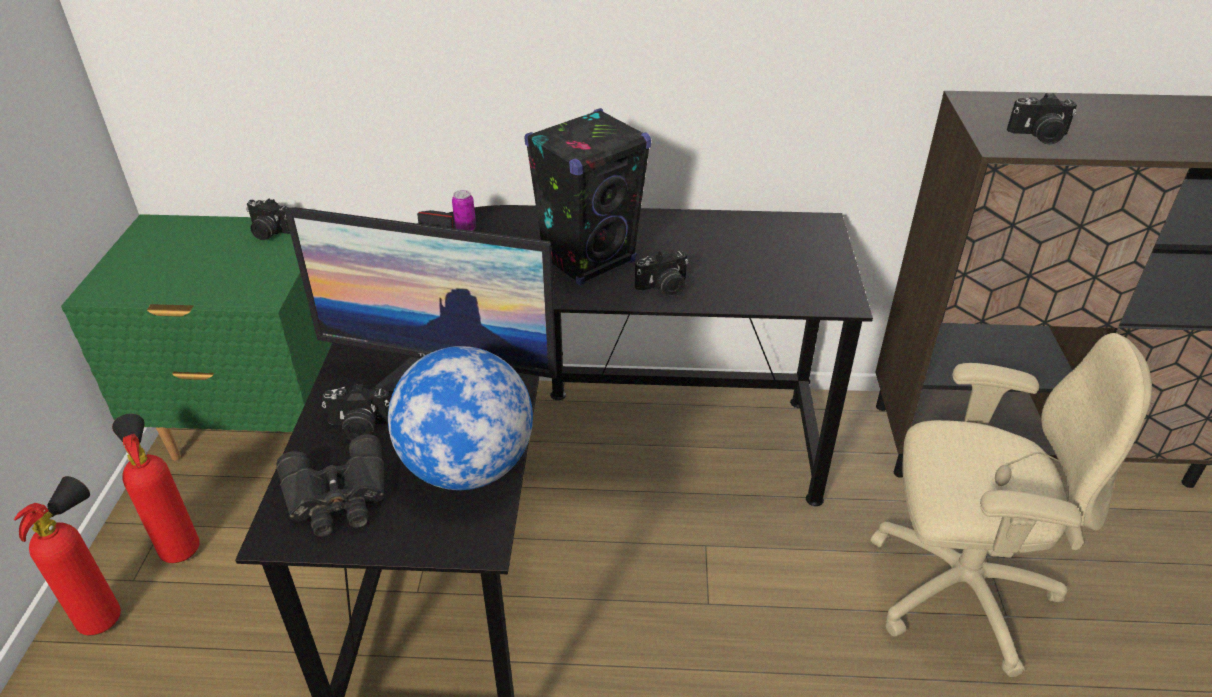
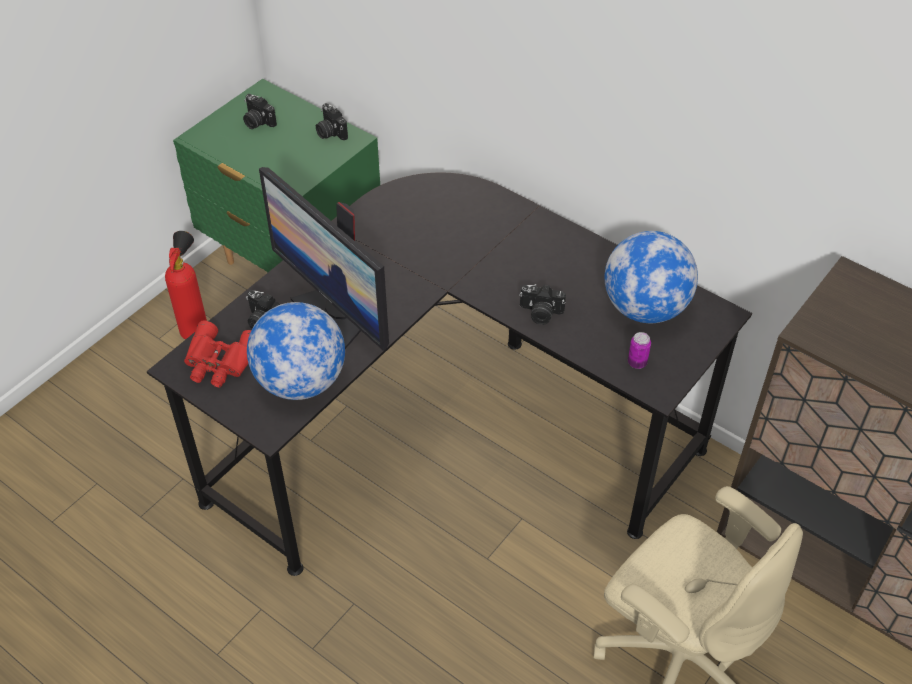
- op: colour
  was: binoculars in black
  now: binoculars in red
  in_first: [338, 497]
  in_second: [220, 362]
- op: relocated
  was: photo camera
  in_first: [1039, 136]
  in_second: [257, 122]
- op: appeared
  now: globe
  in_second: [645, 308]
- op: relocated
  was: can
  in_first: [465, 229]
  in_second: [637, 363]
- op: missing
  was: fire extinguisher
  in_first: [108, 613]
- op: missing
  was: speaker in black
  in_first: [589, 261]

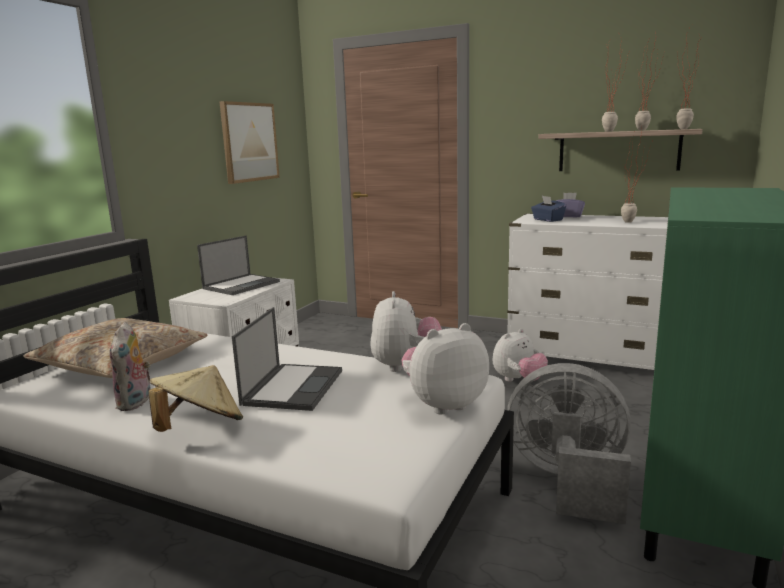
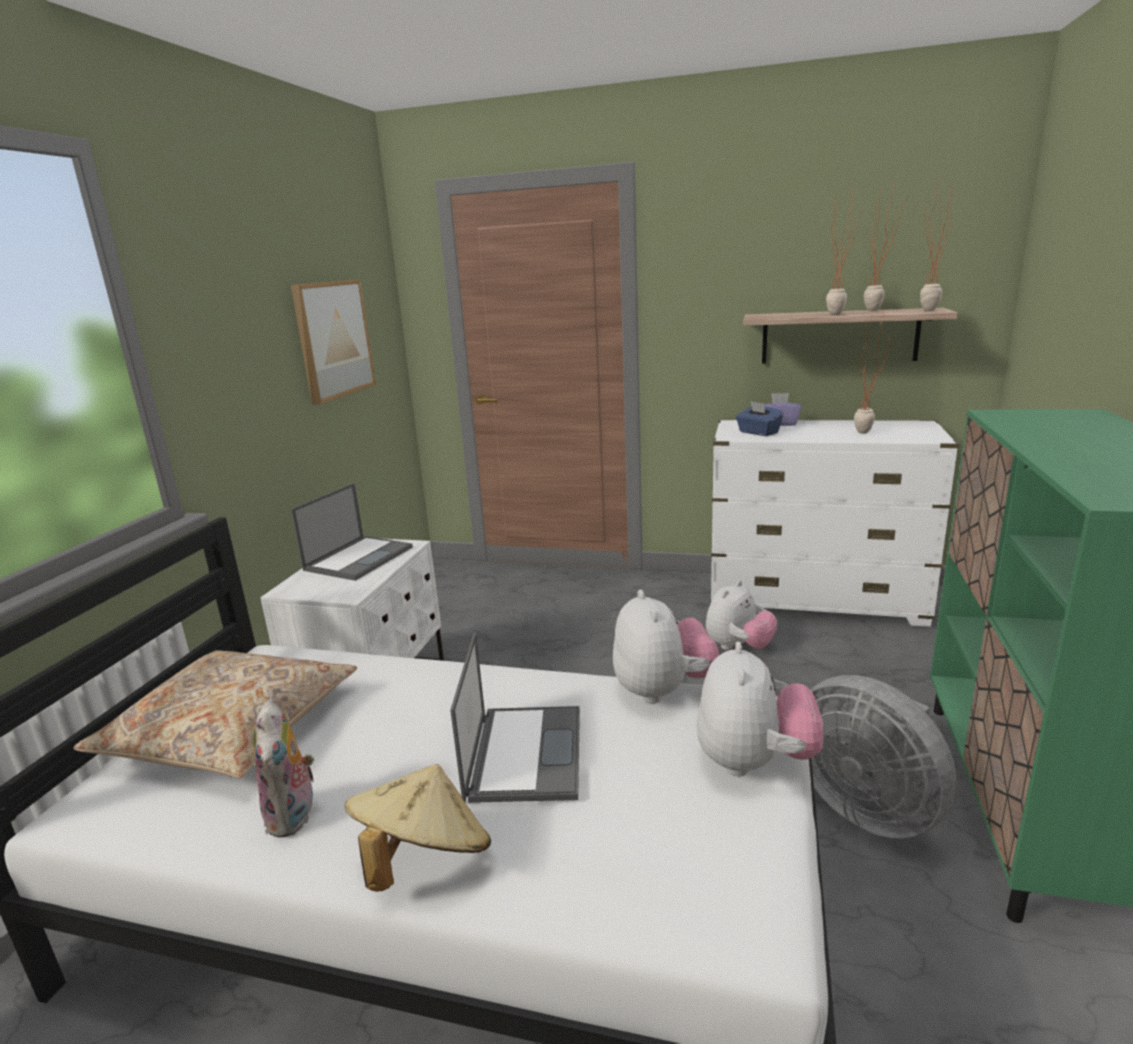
- op: spun
  was: plush toy
  in_first: [443, 404]
  in_second: [754, 762]
  clockwise: 135
- op: spun
  was: fan in grey
  in_first: [568, 481]
  in_second: [866, 806]
  clockwise: -135

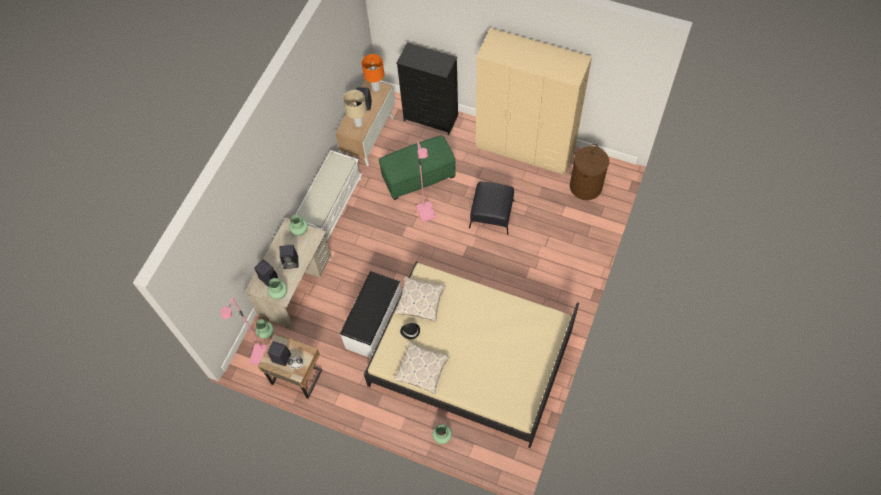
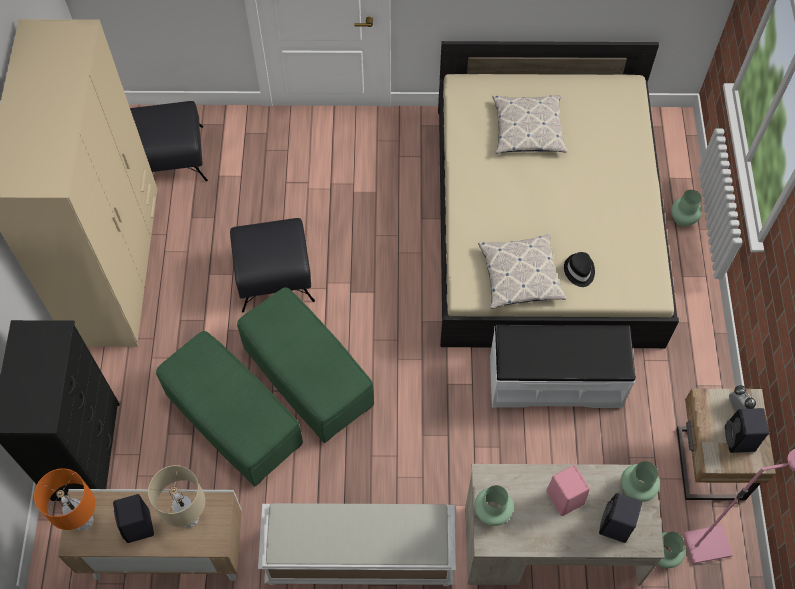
- op: exchanged
  was: laundry basket in brown
  now: ottoman in black
  in_first: [586, 186]
  in_second: [171, 157]
- op: exchanged
  was: floor lamp in pink
  now: ottoman in green
  in_first: [426, 212]
  in_second: [308, 379]
- op: relocated
  was: pillow
  in_first: [422, 369]
  in_second: [527, 129]
- op: colour
  was: speaker in black
  now: speaker in pink
  in_first: [291, 262]
  in_second: [563, 497]

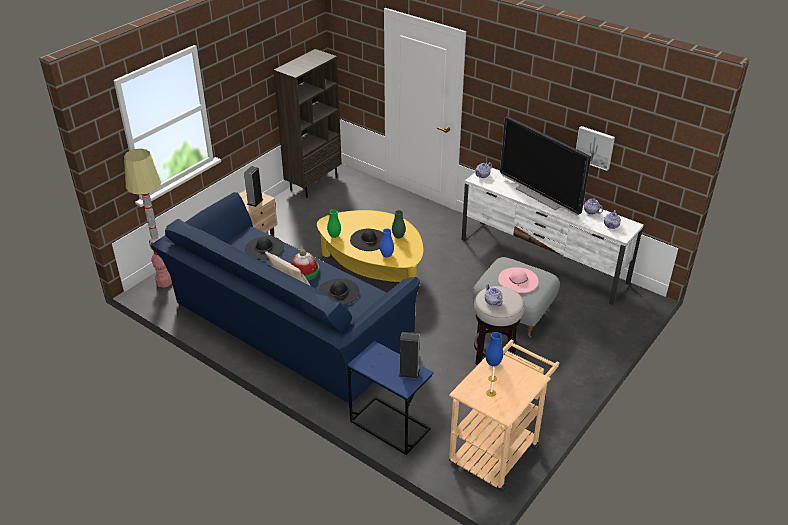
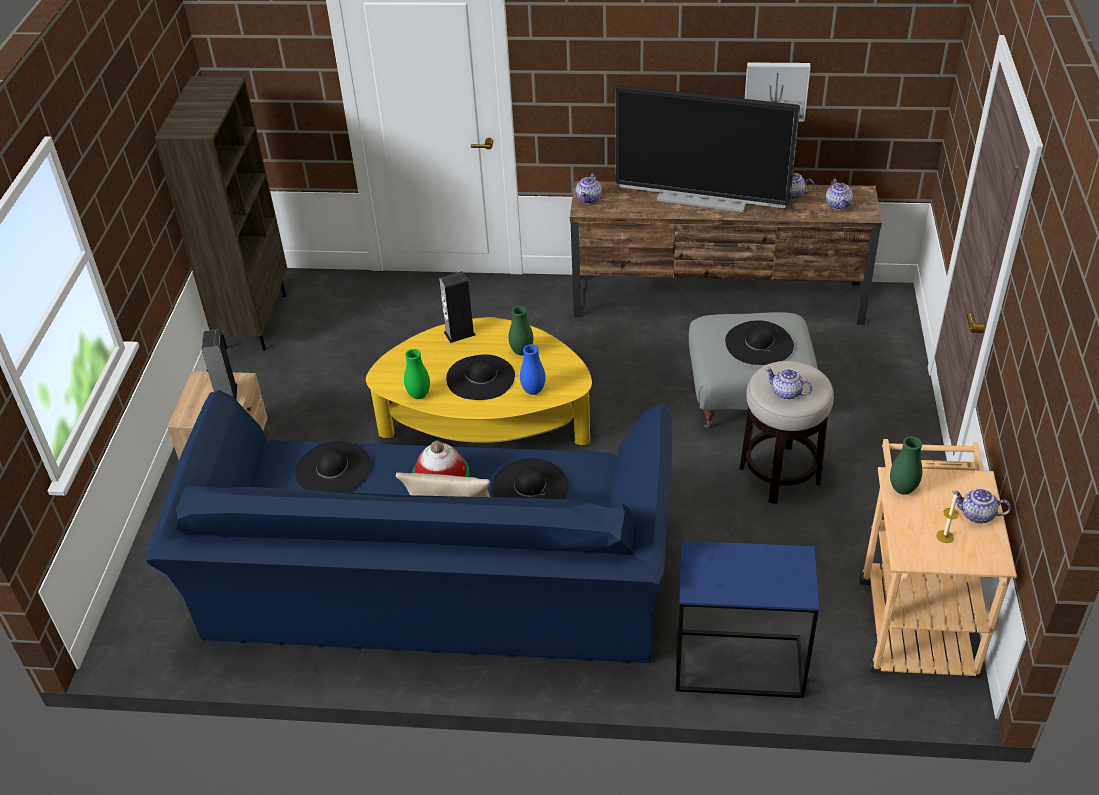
- op: relocated
  was: speaker
  in_first: [409, 373]
  in_second: [459, 333]
- op: colour
  was: tv stand in white
  now: tv stand in brown
  in_first: [543, 262]
  in_second: [718, 302]
- op: colour
  was: hat in pink
  now: hat in black
  in_first: [518, 280]
  in_second: [759, 343]
- op: colour
  was: vase in blue
  now: vase in green
  in_first: [493, 363]
  in_second: [902, 489]
- op: appeared
  now: teapot
  in_second: [977, 515]
- op: missing
  was: floor lamp
  in_first: [164, 282]

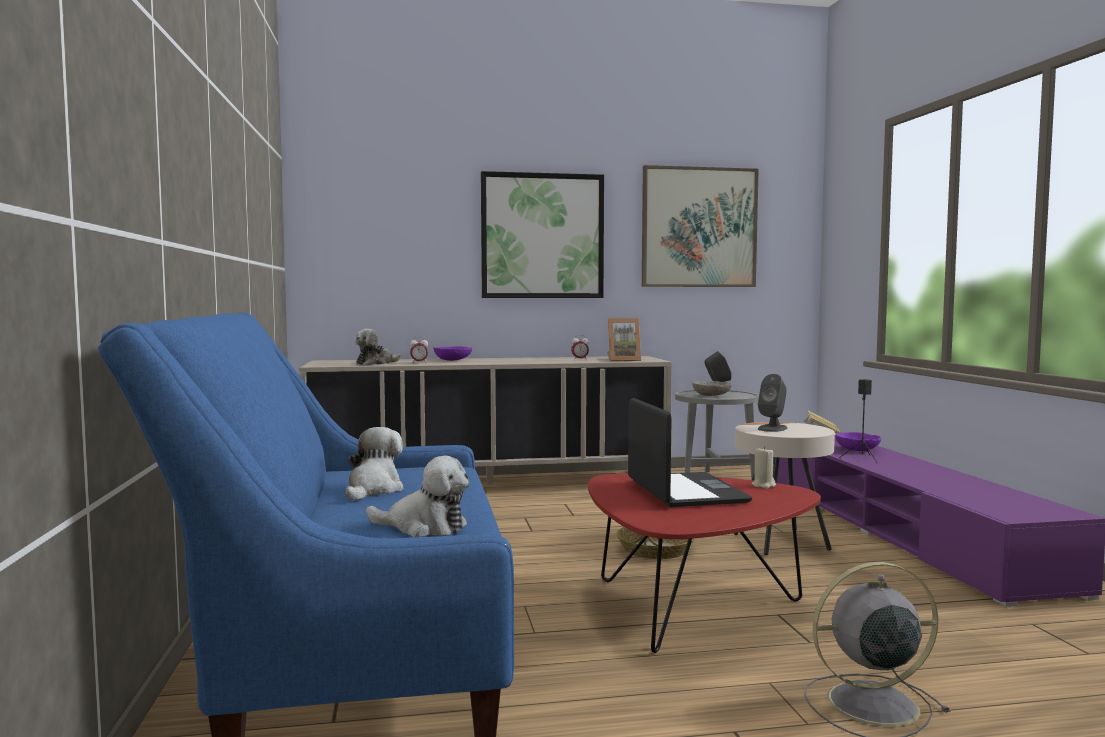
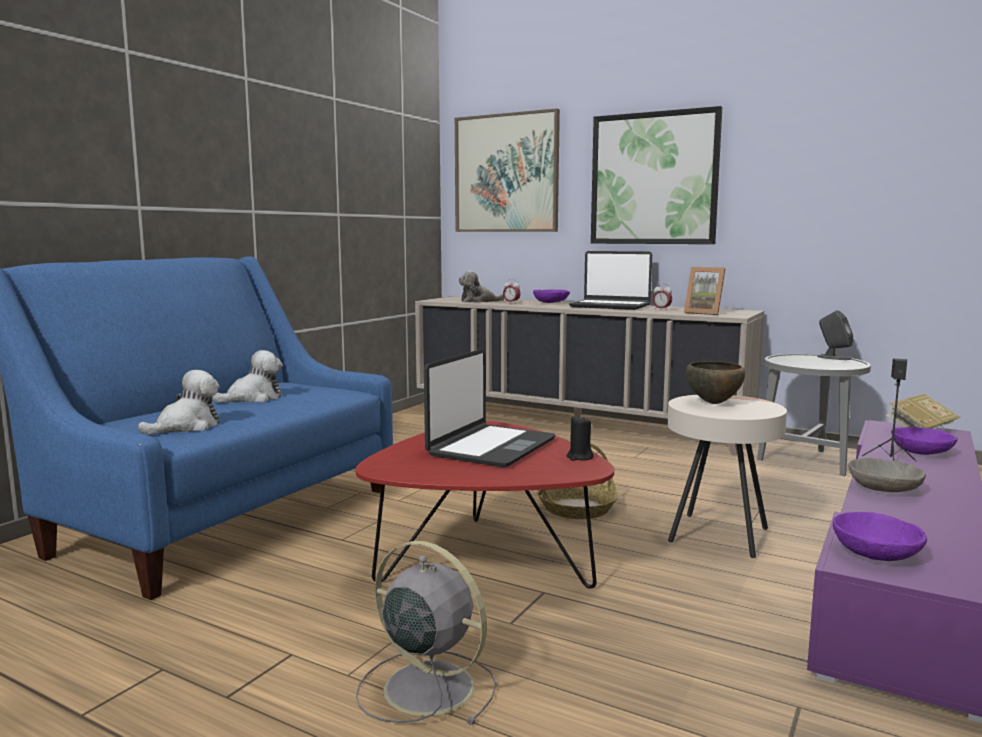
- op: spun
  was: plush toy
  in_first: [424, 527]
  in_second: [186, 427]
  clockwise: -105
- op: relocated
  was: picture
  in_first: [699, 227]
  in_second: [506, 173]
- op: colour
  was: candle in beige
  now: candle in black
  in_first: [763, 485]
  in_second: [579, 457]
- op: appeared
  now: laptop
  in_second: [610, 306]
- op: exchanged
  was: speaker in grey
  now: bowl in brown
  in_first: [772, 428]
  in_second: [714, 403]
- op: appeared
  now: bowl in purple
  in_second: [876, 554]
- op: relocated
  was: bowl in grey
  in_first: [711, 395]
  in_second: [883, 489]

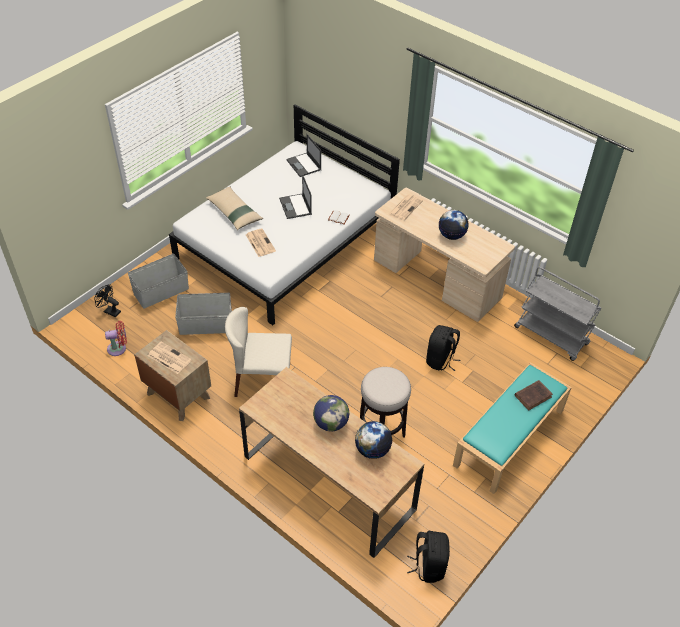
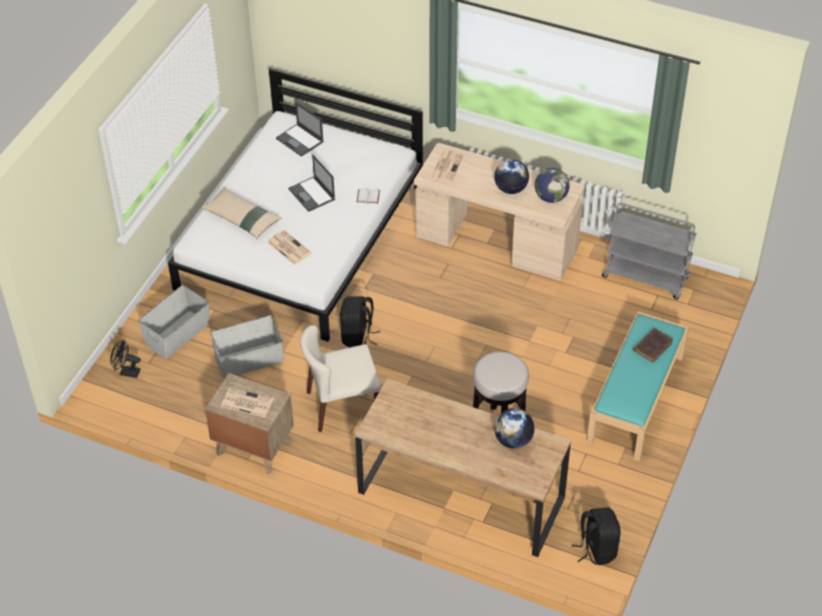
- op: relocated
  was: backpack in black
  in_first: [440, 360]
  in_second: [358, 337]
- op: relocated
  was: globe
  in_first: [331, 423]
  in_second: [551, 197]
- op: missing
  was: fan in red
  in_first: [119, 348]

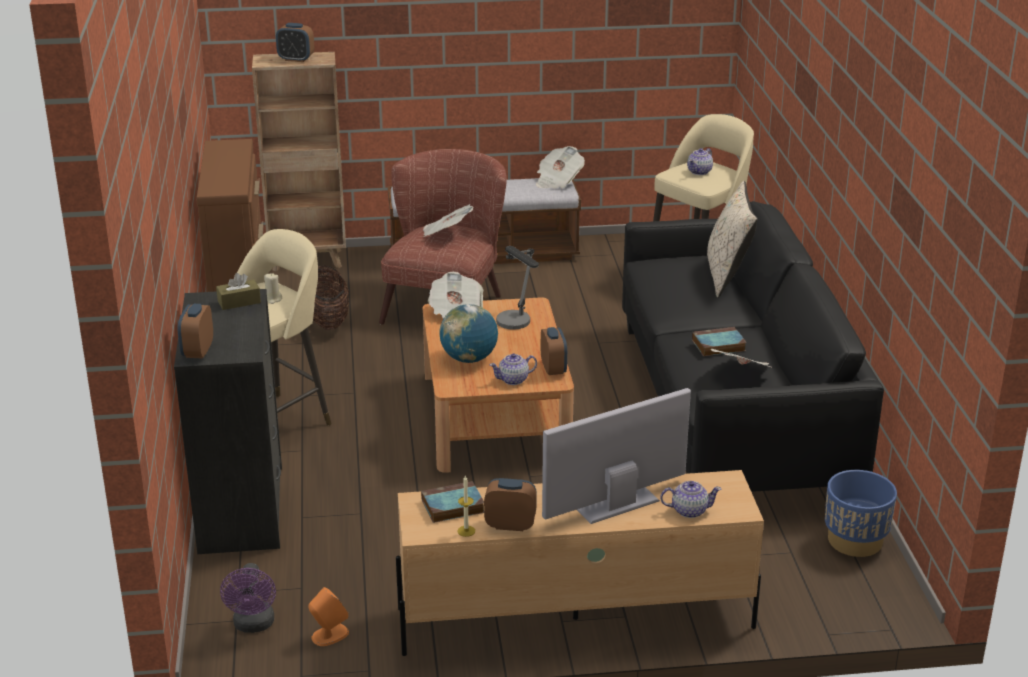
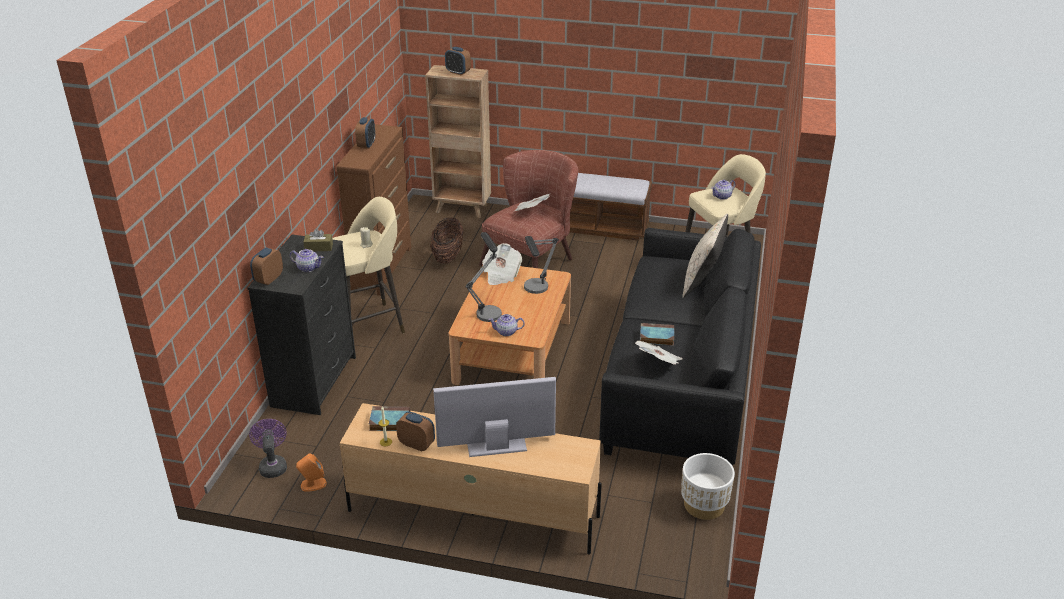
- op: spun
  was: fan in purple
  in_first: [253, 625]
  in_second: [272, 465]
  clockwise: 150
- op: relocated
  was: teapot
  in_first: [689, 510]
  in_second: [308, 268]
- op: relocated
  was: alarm clock
  in_first: [553, 368]
  in_second: [366, 145]
- op: exchanged
  was: globe
  now: table lamp
  in_first: [469, 359]
  in_second: [487, 310]
- op: colour
  was: planter in blue
  now: planter in white
  in_first: [855, 541]
  in_second: [704, 505]
- op: missing
  was: newspaper
  in_first: [558, 181]

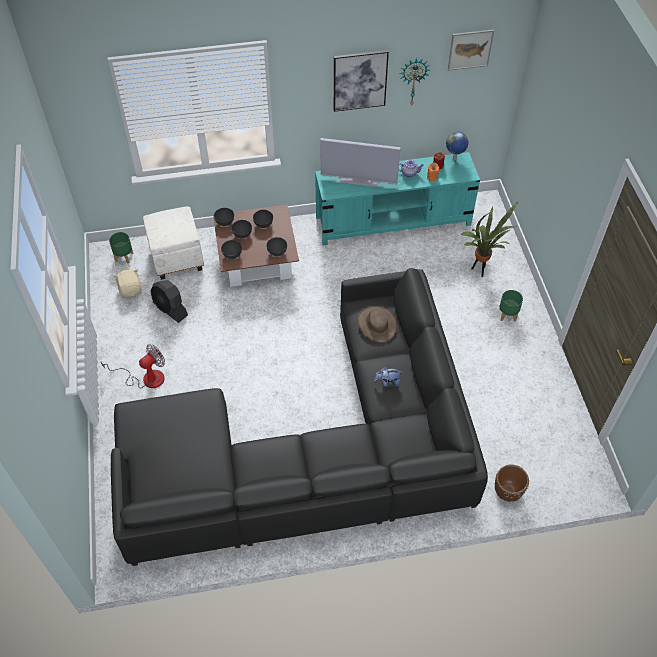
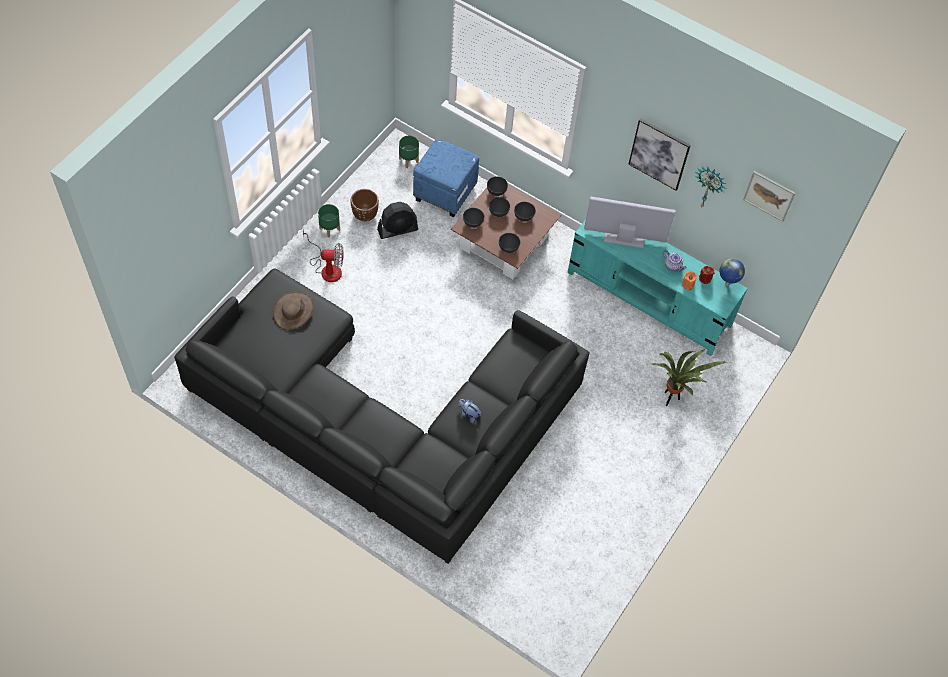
- op: relocated
  was: hat in brown
  in_first: [377, 324]
  in_second: [294, 311]
- op: relocated
  was: planter in green
  in_first: [508, 315]
  in_second: [330, 229]
- op: relocated
  was: planter in brown
  in_first: [507, 492]
  in_second: [364, 215]
- op: spun
  was: fan in black
  in_first: [170, 309]
  in_second: [397, 229]
  clockwise: -105
- op: colour
  was: ottoman in white
  now: ottoman in blue
  in_first: [178, 259]
  in_second: [445, 193]
- op: spun
  was: television
  in_first: [359, 180]
  in_second: [624, 239]
  clockwise: 135
- op: missing
  was: plush toy in beige
  in_first: [131, 290]

